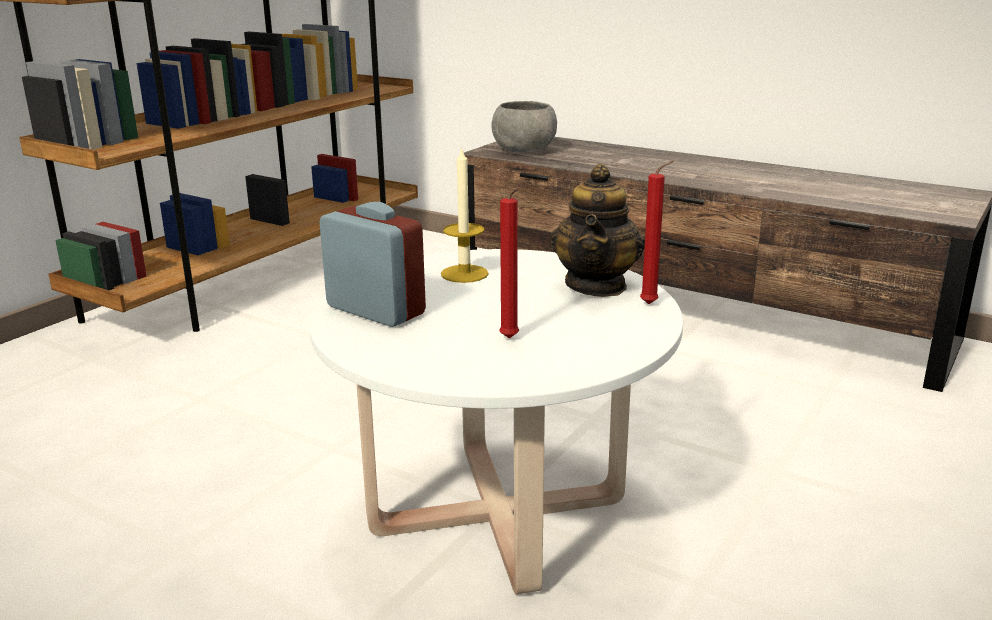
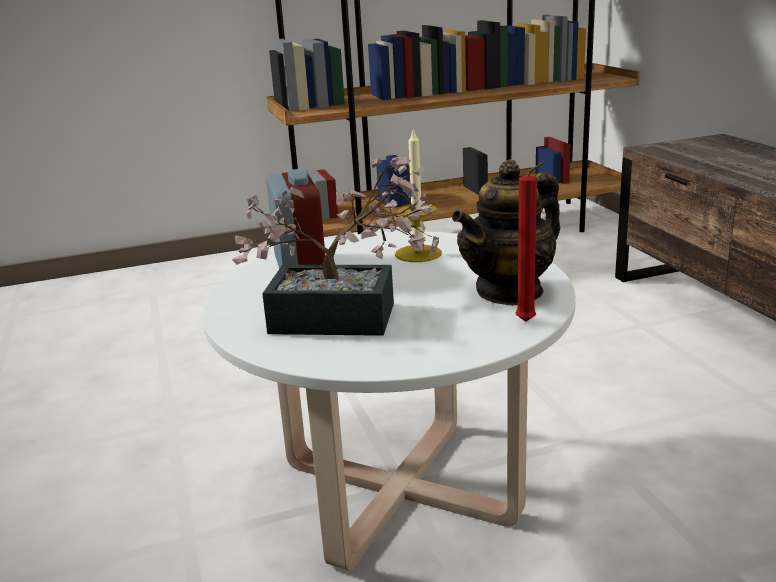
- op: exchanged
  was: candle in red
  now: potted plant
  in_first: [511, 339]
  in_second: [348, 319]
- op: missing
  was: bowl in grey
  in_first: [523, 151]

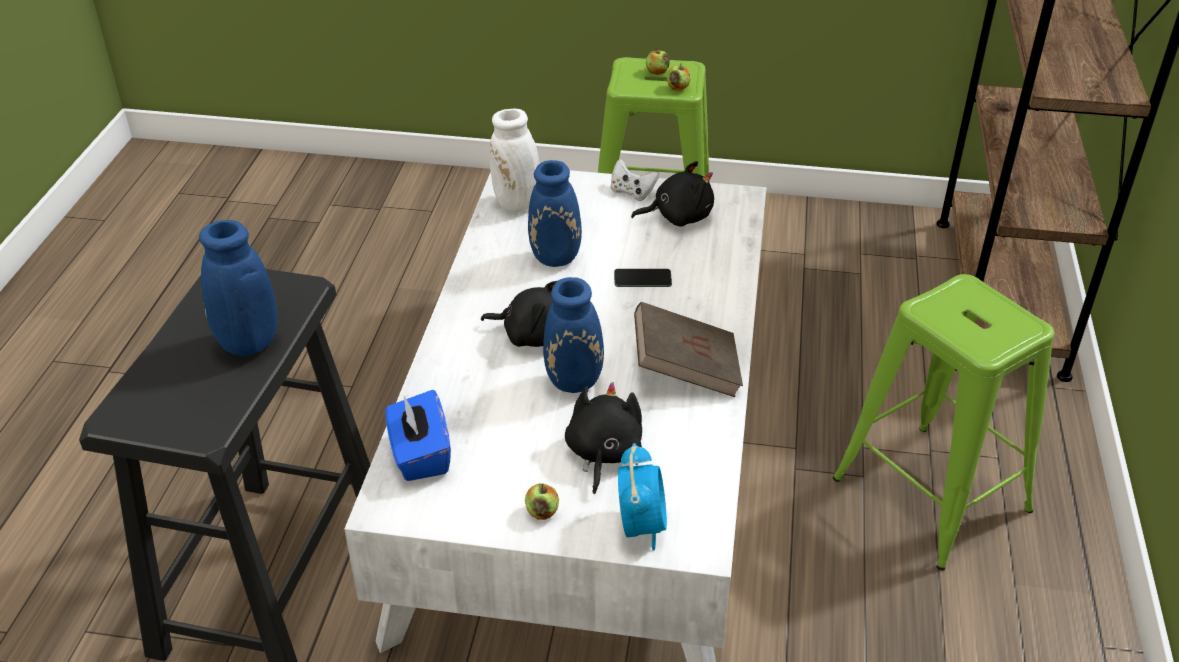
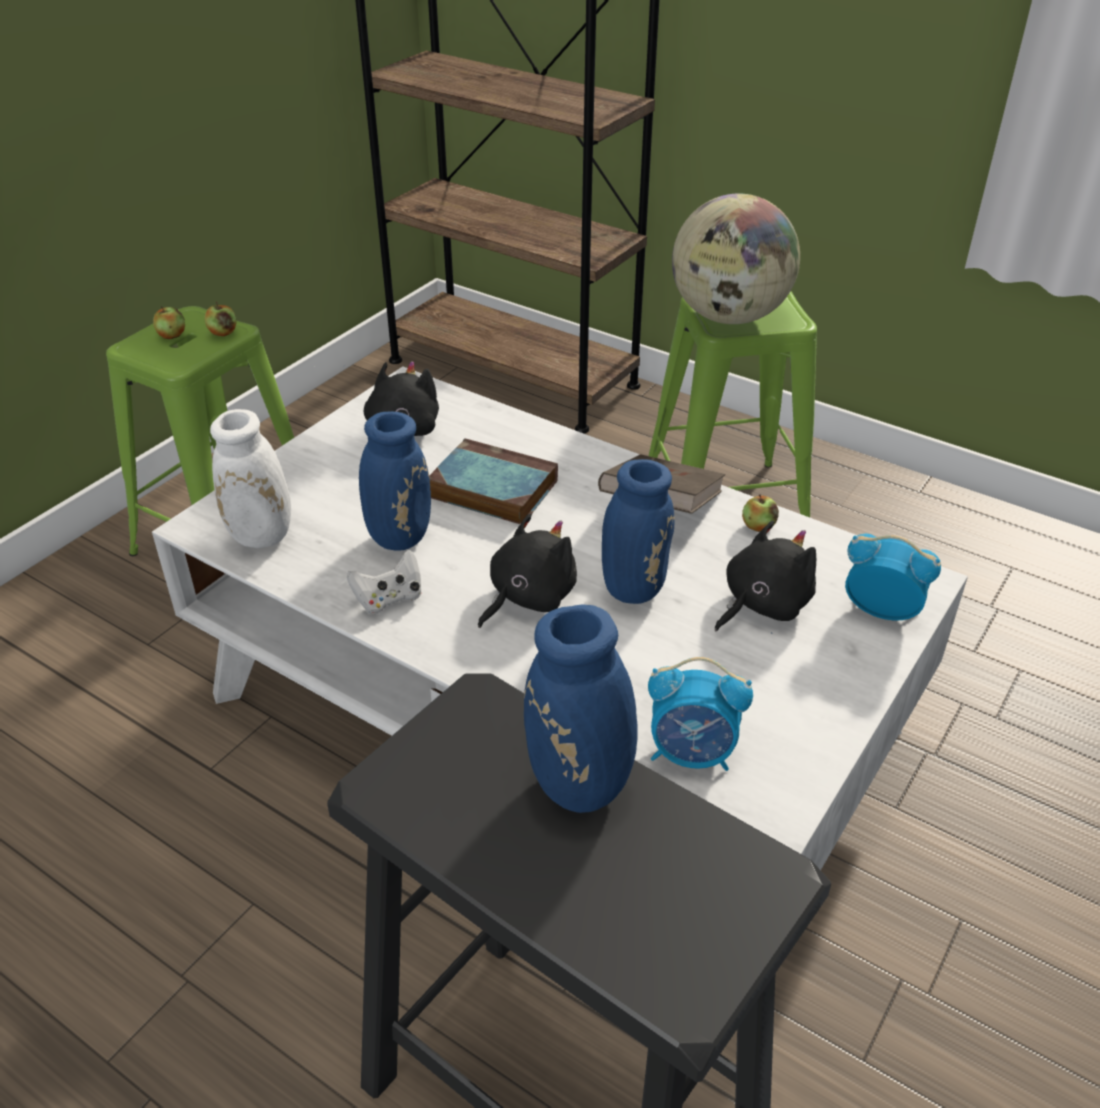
- op: relocated
  was: game controller in white
  in_first: [632, 192]
  in_second: [389, 599]
- op: exchanged
  was: phone
  now: book
  in_first: [642, 279]
  in_second: [490, 489]
- op: exchanged
  was: tissue box in blue
  now: alarm clock
  in_first: [420, 455]
  in_second: [692, 754]
- op: appeared
  now: globe
  in_second: [728, 317]
- op: spun
  was: plush toy in black
  in_first: [603, 454]
  in_second: [762, 604]
  clockwise: 105
- op: relocated
  was: apple
  in_first: [542, 512]
  in_second: [758, 526]

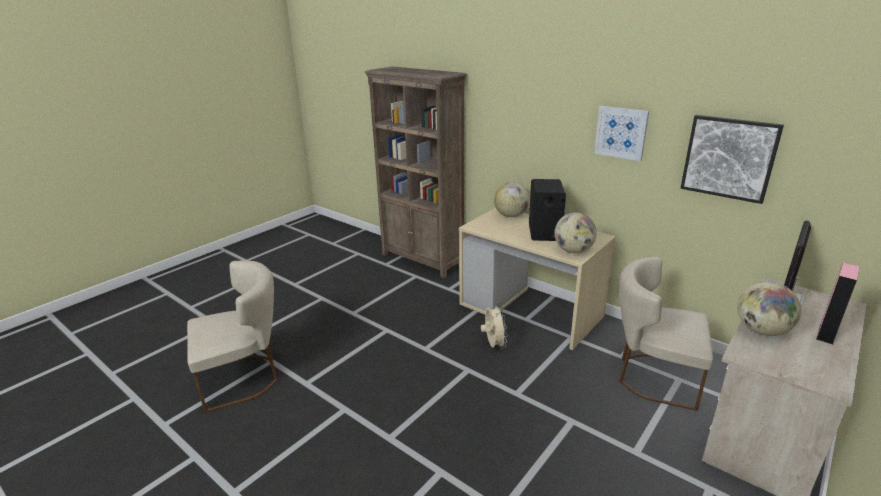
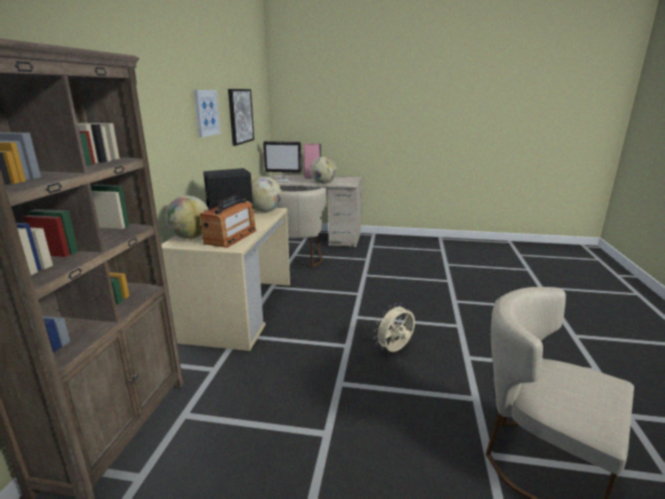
- op: appeared
  now: radio
  in_second: [231, 237]
- op: relocated
  was: fan in beige
  in_first: [493, 345]
  in_second: [395, 350]

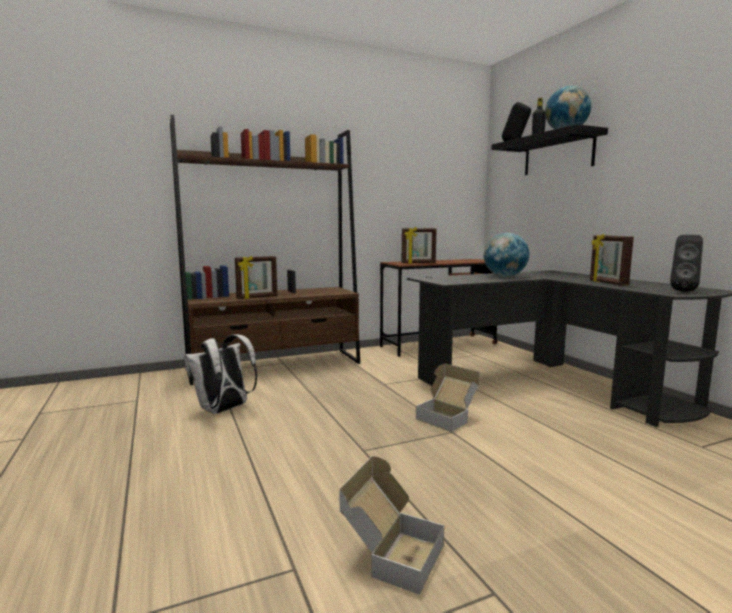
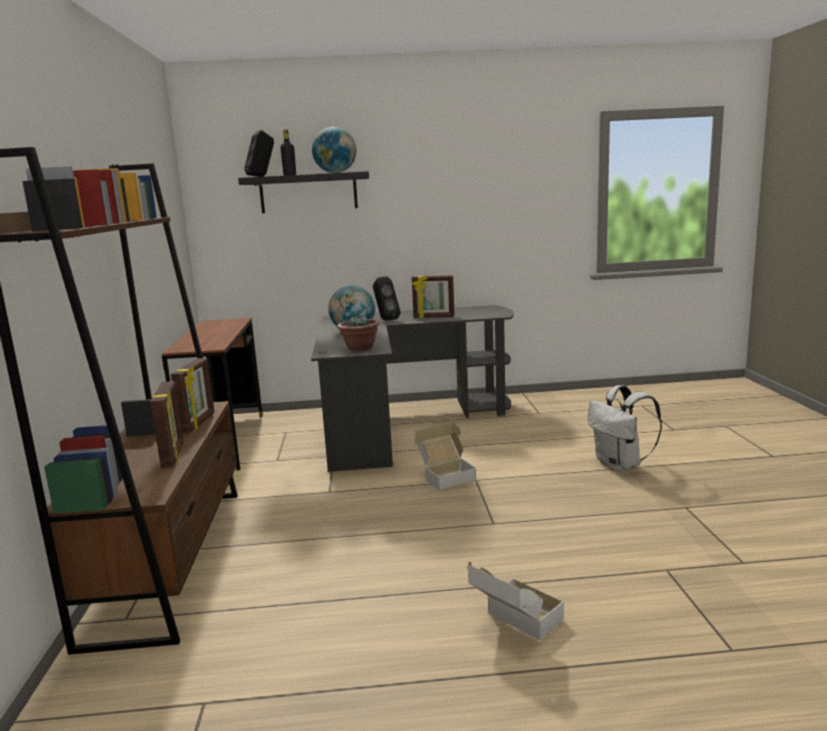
- op: relocated
  was: picture frame
  in_first: [418, 263]
  in_second: [199, 423]
- op: appeared
  now: potted plant
  in_second: [360, 349]
- op: relocated
  was: speaker in black
  in_first: [683, 291]
  in_second: [385, 319]
- op: relocated
  was: cardboard box
  in_first: [390, 554]
  in_second: [514, 624]
- op: relocated
  was: backpack in white
  in_first: [223, 410]
  in_second: [620, 465]

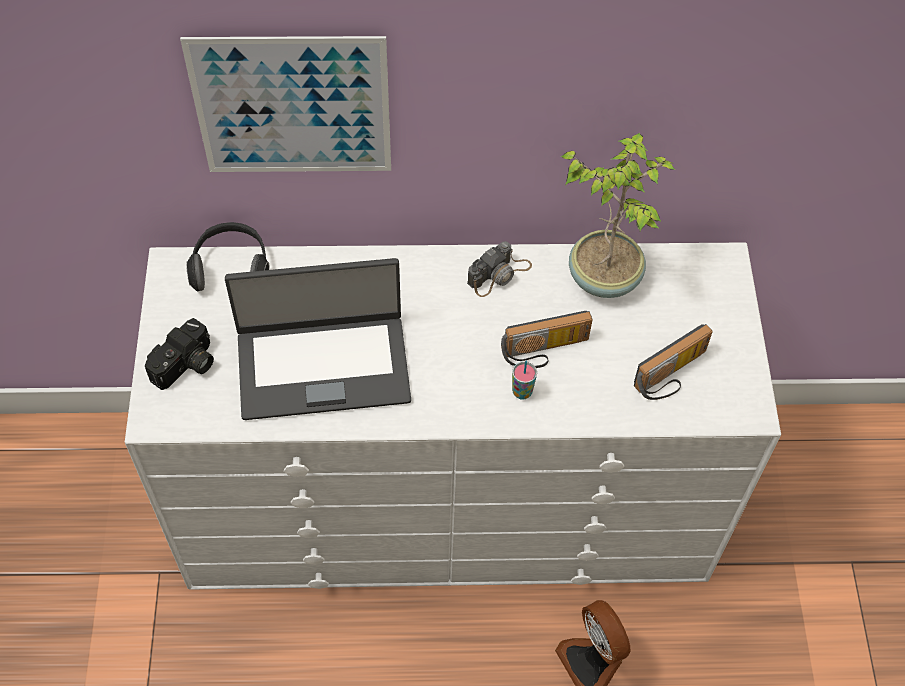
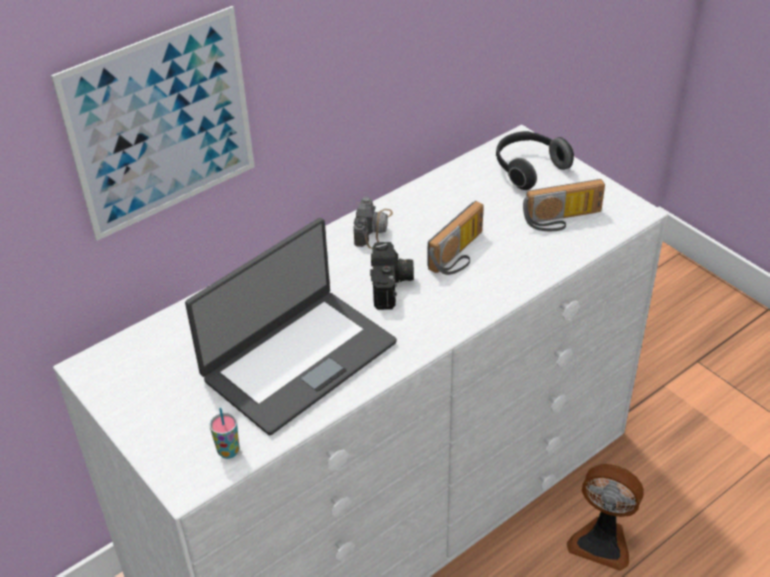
- op: relocated
  was: cup
  in_first: [522, 392]
  in_second: [228, 451]
- op: relocated
  was: photo camera
  in_first: [186, 366]
  in_second: [392, 286]
- op: relocated
  was: headphones
  in_first: [231, 267]
  in_second: [528, 169]
- op: spun
  was: radio
  in_first: [672, 376]
  in_second: [562, 220]
  clockwise: 60
- op: missing
  was: potted plant
  in_first: [604, 276]

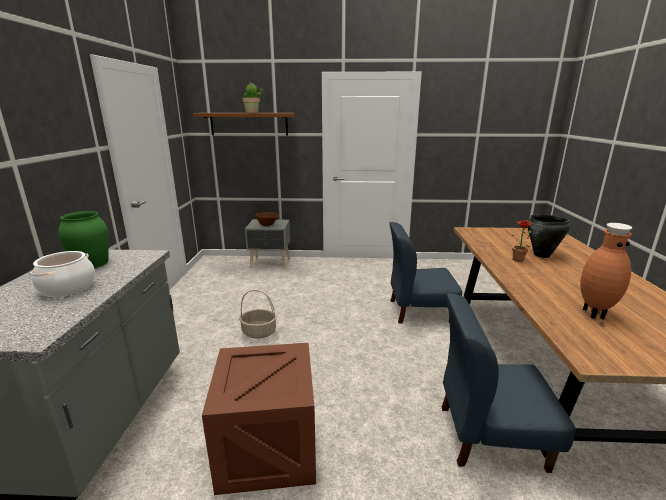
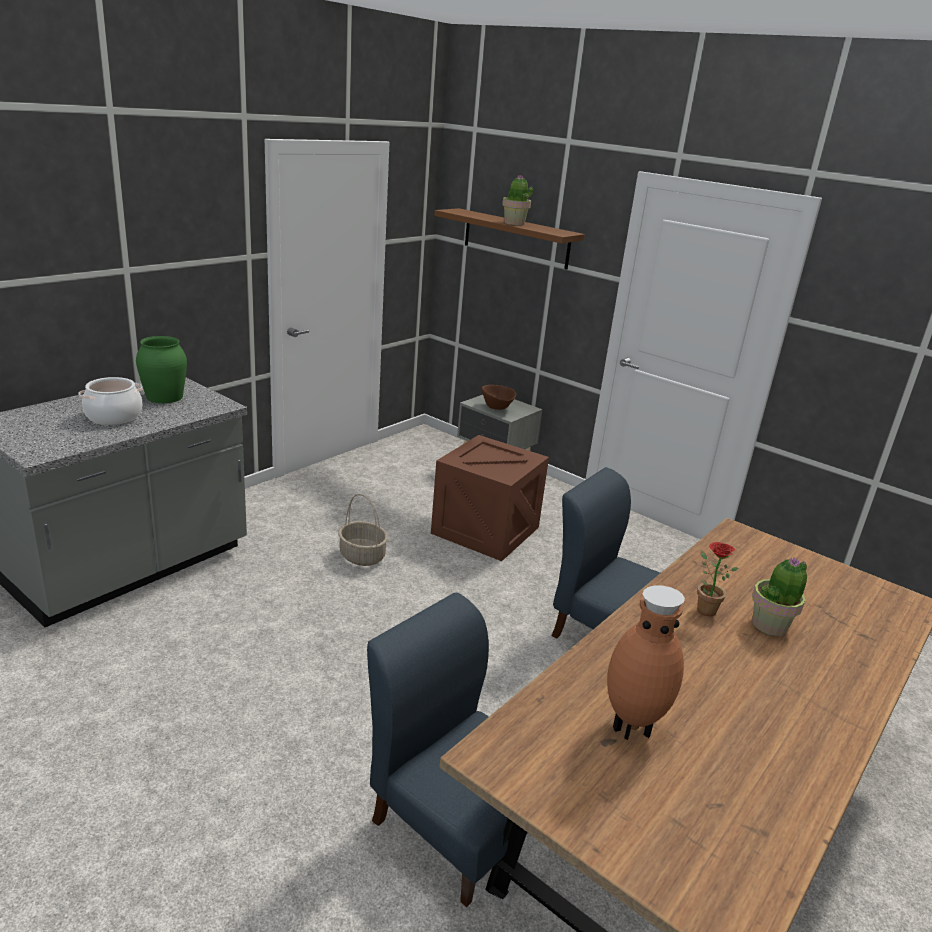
- op: relocated
  was: crate
  in_first: [268, 447]
  in_second: [485, 530]
- op: exchanged
  was: cooking pot in black
  now: potted plant
  in_first: [542, 255]
  in_second: [770, 625]

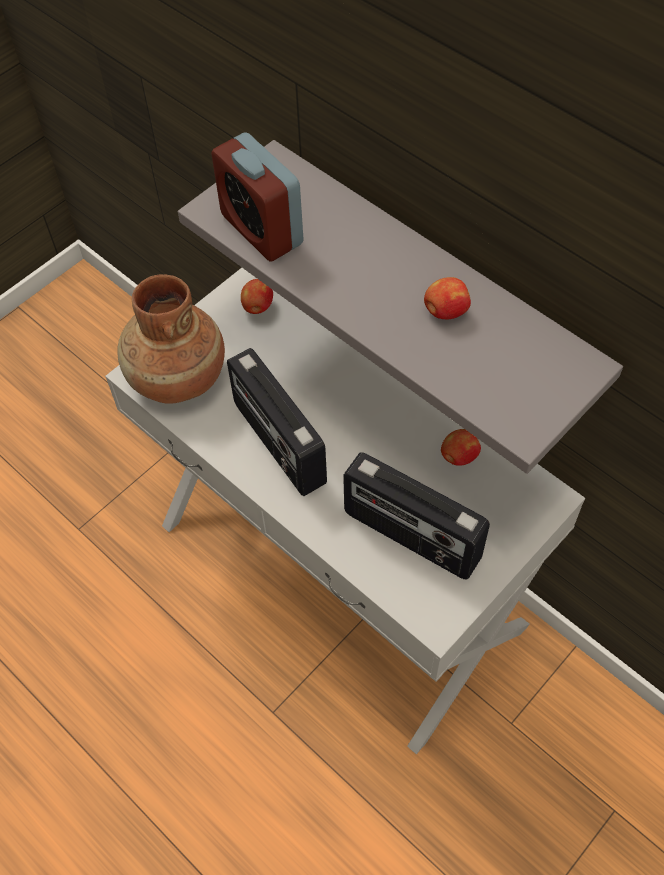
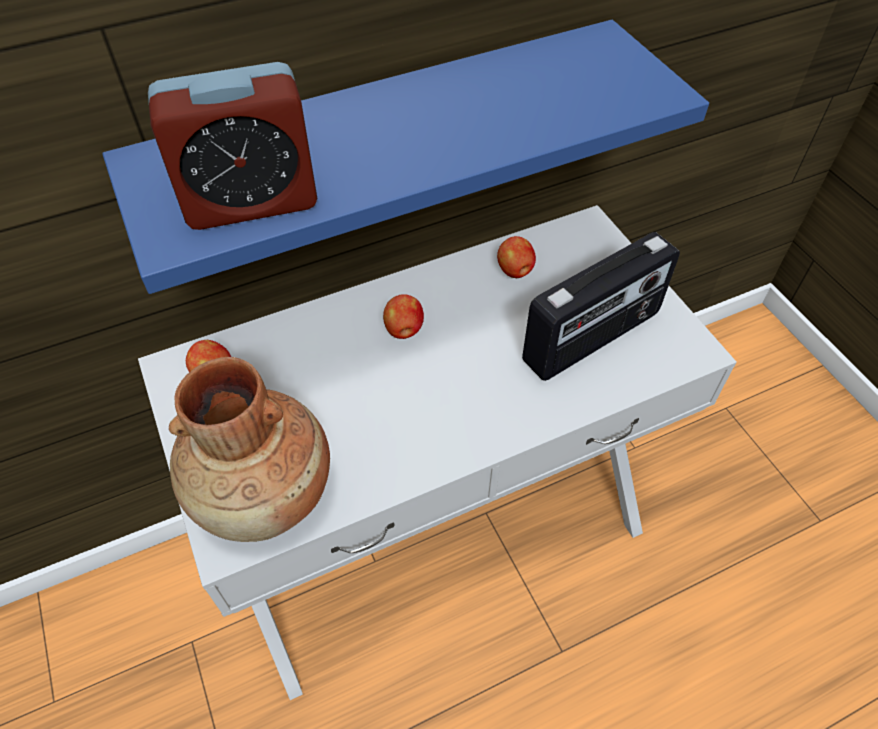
- op: colour
  was: shelf in grey
  now: shelf in blue
  in_first: [430, 281]
  in_second: [384, 138]
- op: relocated
  was: apple
  in_first: [445, 311]
  in_second: [404, 330]
- op: missing
  was: radio
  in_first: [278, 444]

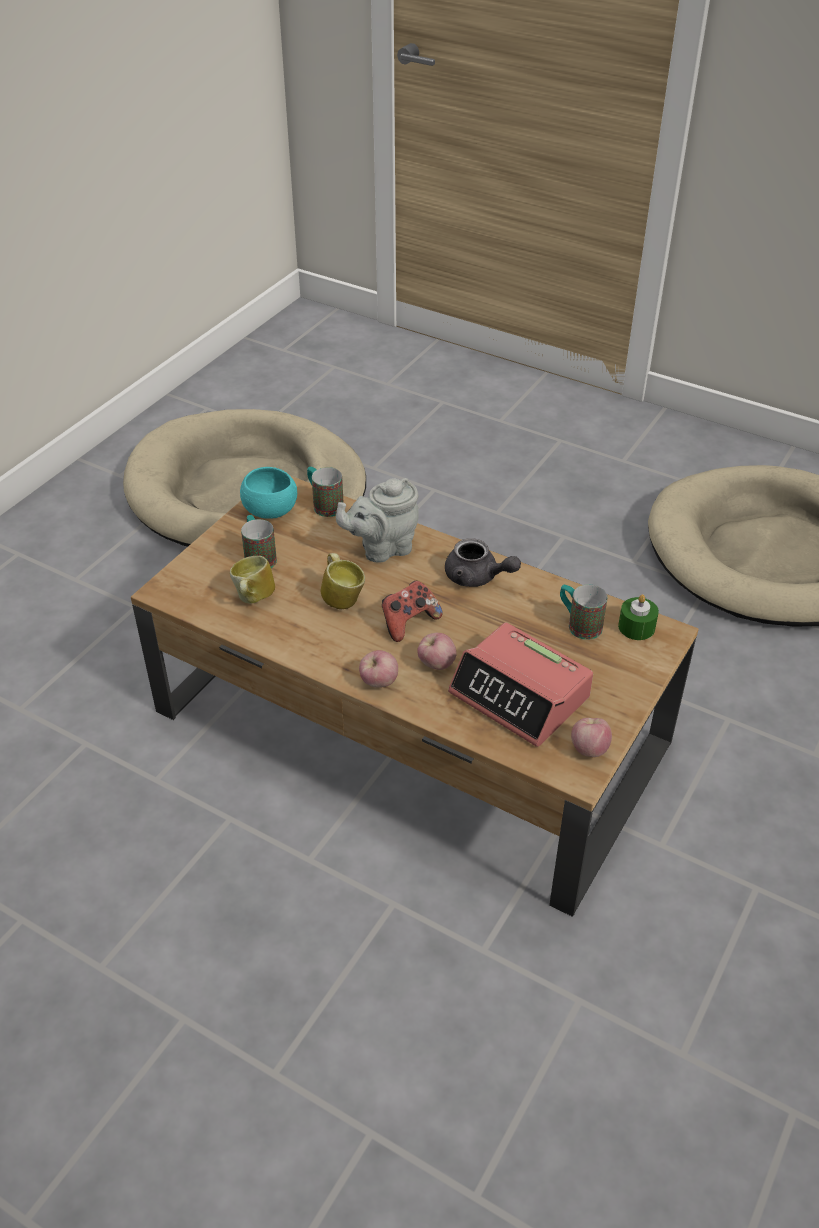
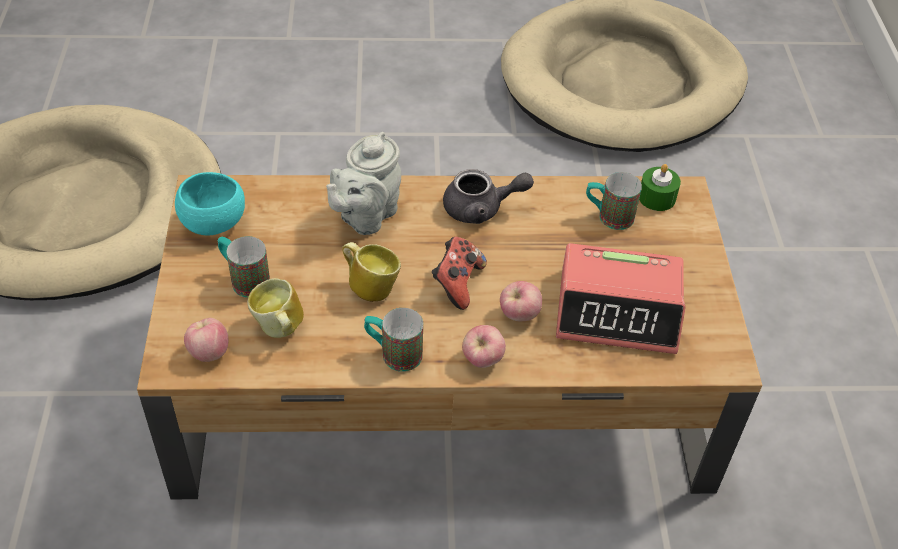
- op: relocated
  was: apple
  in_first: [589, 749]
  in_second: [209, 352]
- op: relocated
  was: mug
  in_first: [324, 504]
  in_second: [393, 353]

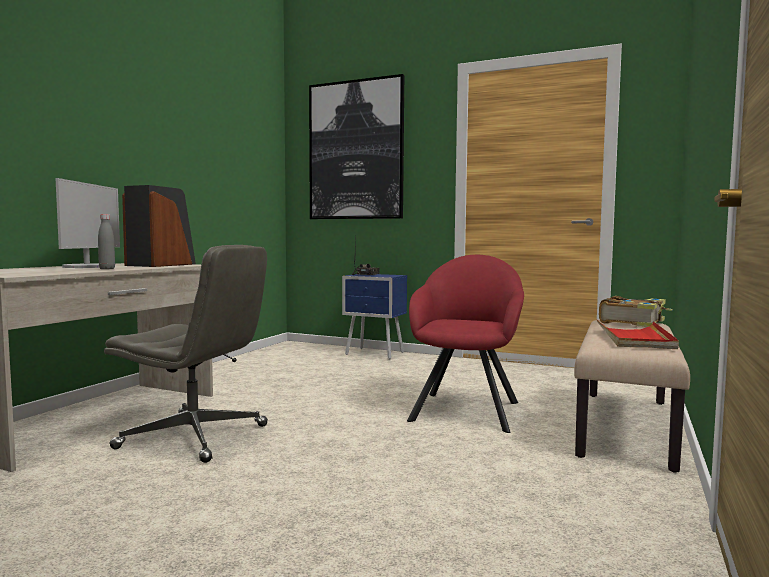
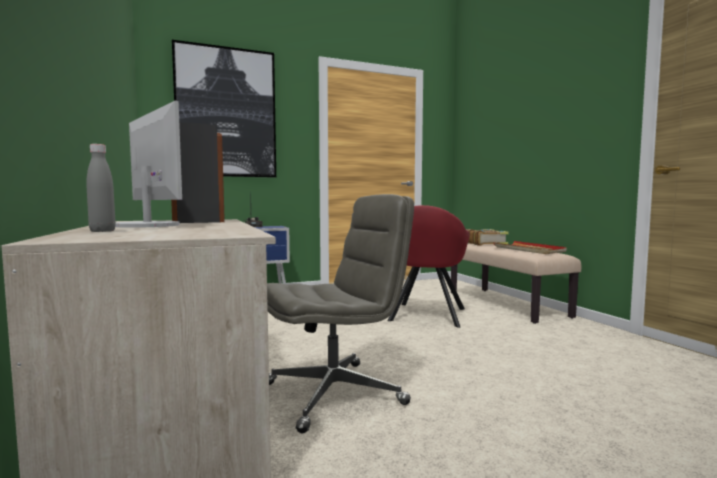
- op: relocated
  was: bottle in grey
  in_first: [107, 269]
  in_second: [102, 231]
- op: spun
  was: armchair in red
  in_first: [467, 409]
  in_second: [427, 316]
  clockwise: -135

